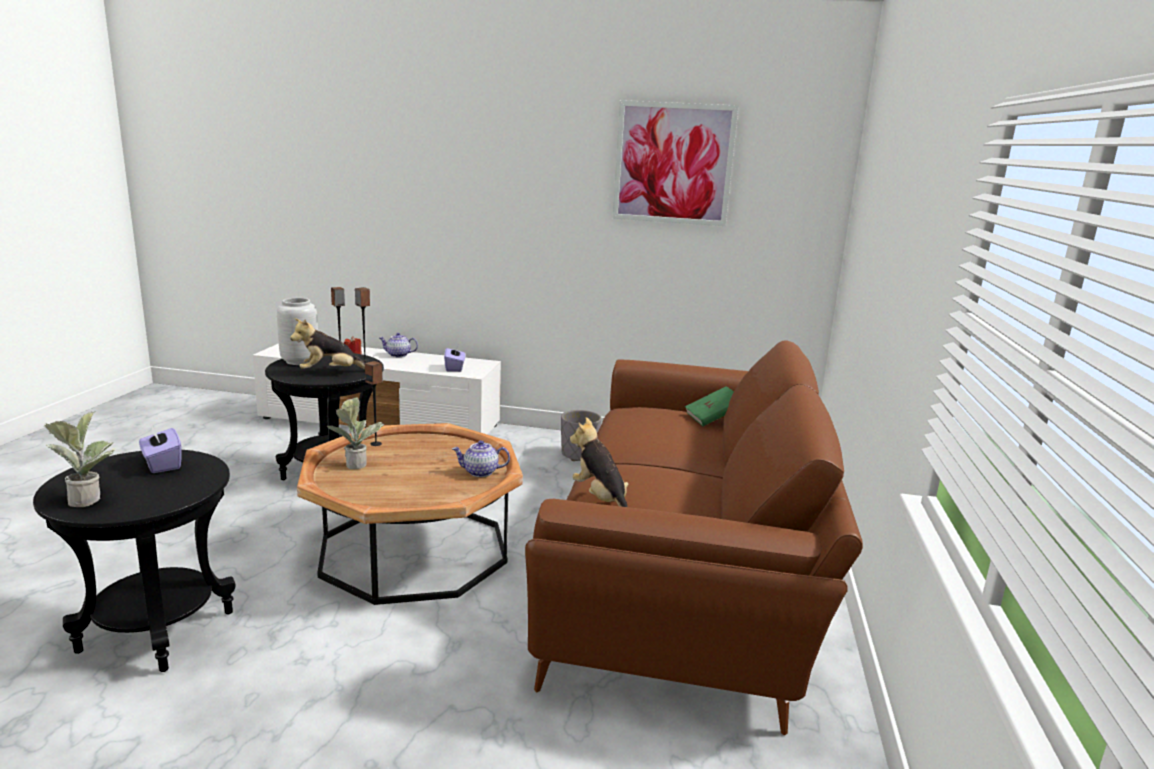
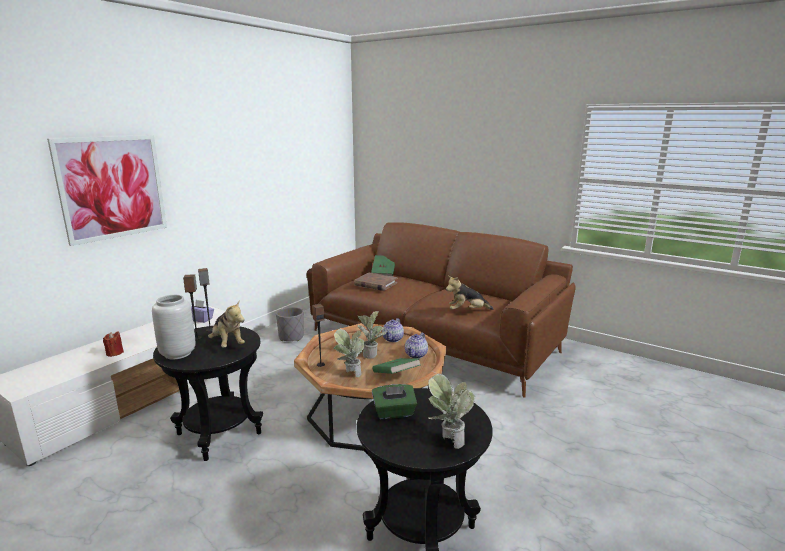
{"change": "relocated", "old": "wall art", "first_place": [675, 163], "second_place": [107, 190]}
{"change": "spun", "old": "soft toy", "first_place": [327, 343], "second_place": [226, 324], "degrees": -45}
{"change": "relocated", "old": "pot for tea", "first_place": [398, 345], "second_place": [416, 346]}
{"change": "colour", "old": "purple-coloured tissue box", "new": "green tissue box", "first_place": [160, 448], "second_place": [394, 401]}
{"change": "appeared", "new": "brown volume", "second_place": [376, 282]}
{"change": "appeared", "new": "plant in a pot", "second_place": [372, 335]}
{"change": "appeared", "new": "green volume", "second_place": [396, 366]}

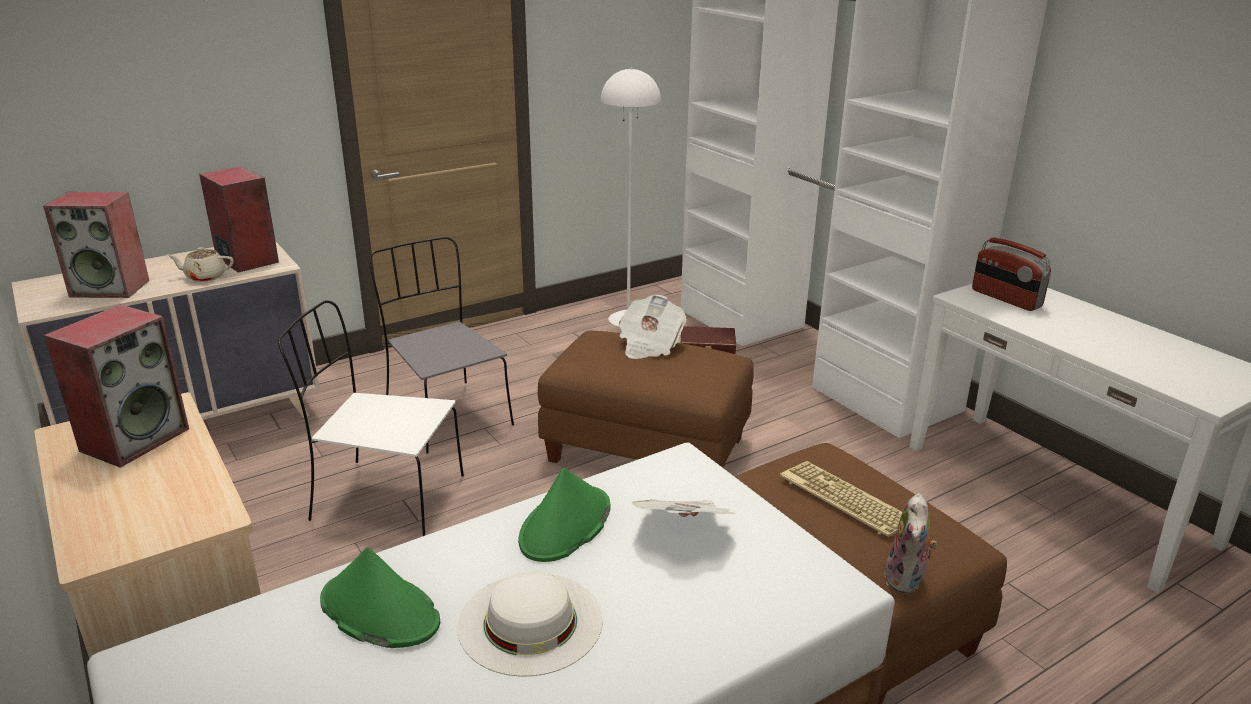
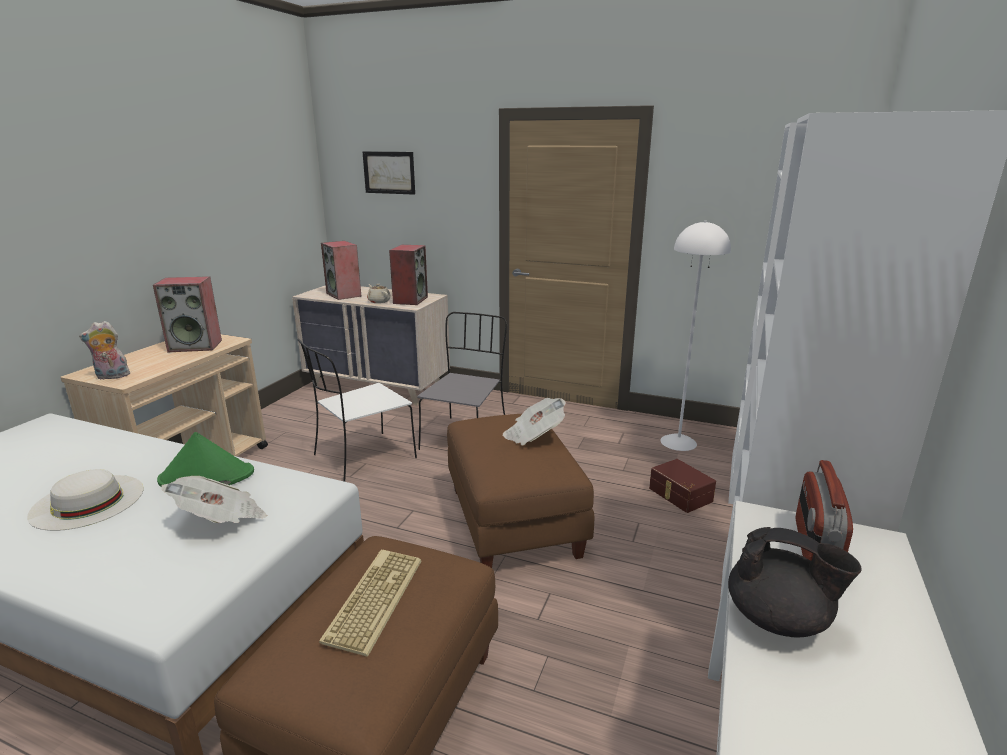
{"change": "spun", "old": "whitish chair", "first_place": [371, 418], "second_place": [357, 410], "degrees": -105}
{"change": "relocated", "old": "soft toy", "first_place": [911, 543], "second_place": [104, 350]}
{"change": "missing", "old": "green hat", "first_place": [380, 597]}
{"change": "appeared", "new": "wall art", "second_place": [388, 173]}
{"change": "appeared", "new": "black-coloured pot for tea", "second_place": [795, 582]}

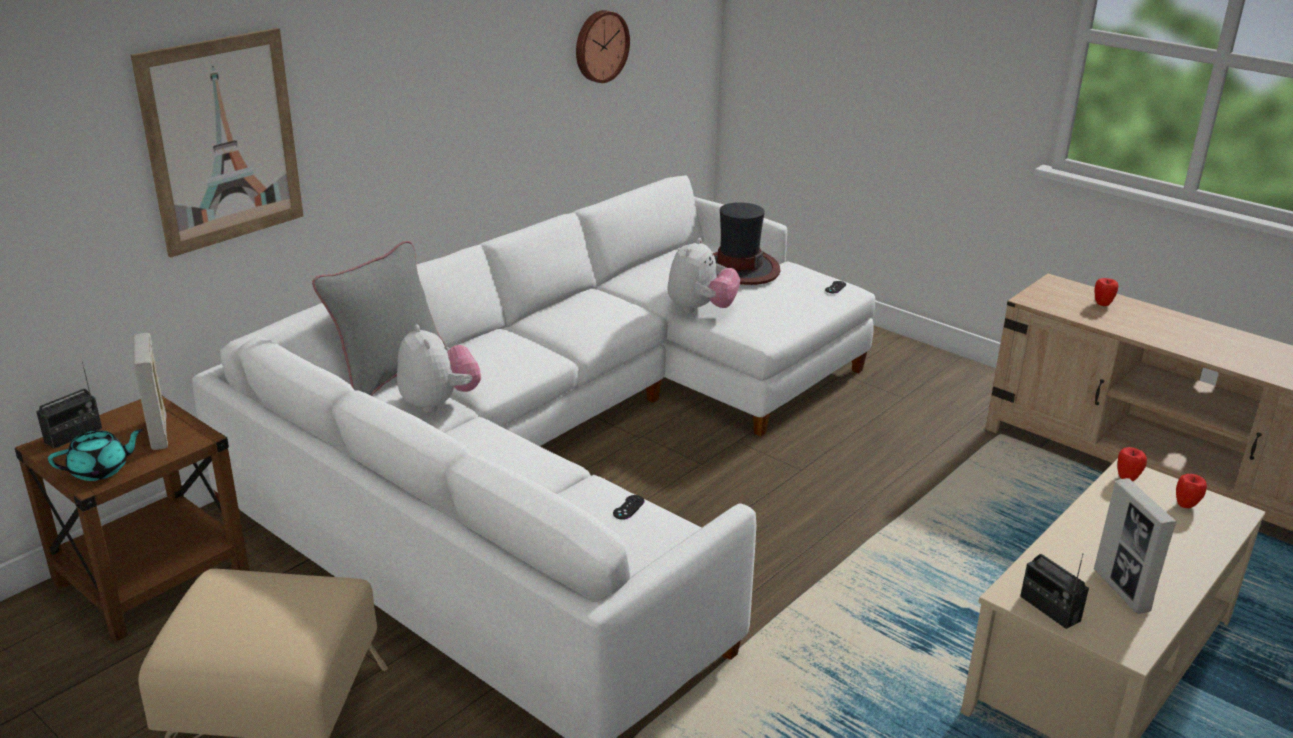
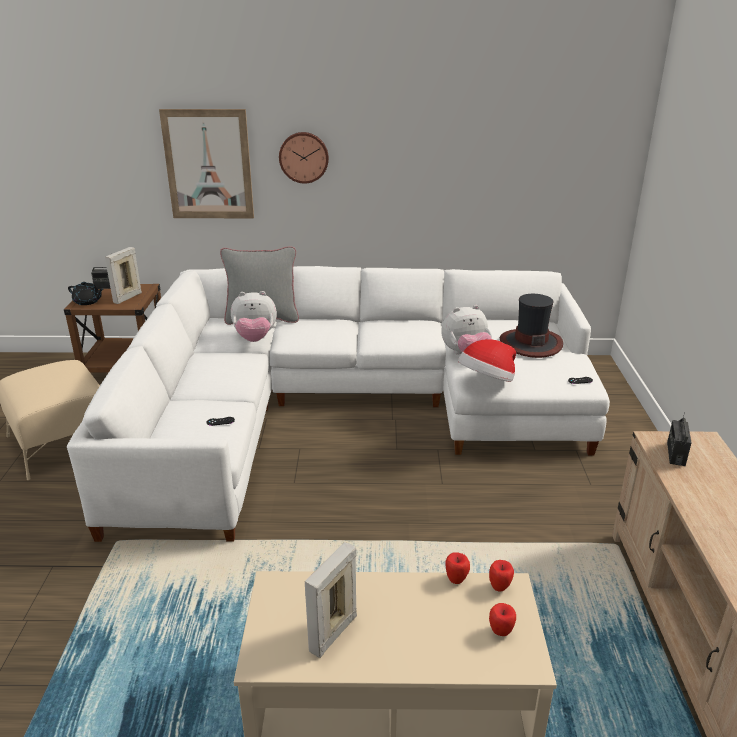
{"change": "relocated", "old": "wall clock", "first_place": [603, 46], "second_place": [304, 158]}
{"change": "relocated", "old": "apple fruit", "first_place": [1106, 292], "second_place": [457, 568]}
{"change": "spun", "old": "soft toy", "first_place": [439, 369], "second_place": [254, 316], "degrees": 60}
{"change": "colour", "old": "blue-green pot for tea", "new": "black-coloured pot for tea", "first_place": [95, 455], "second_place": [86, 293]}
{"change": "relocated", "old": "radio receiver", "first_place": [1054, 591], "second_place": [679, 439]}
{"change": "appeared", "new": "hat", "second_place": [487, 360]}

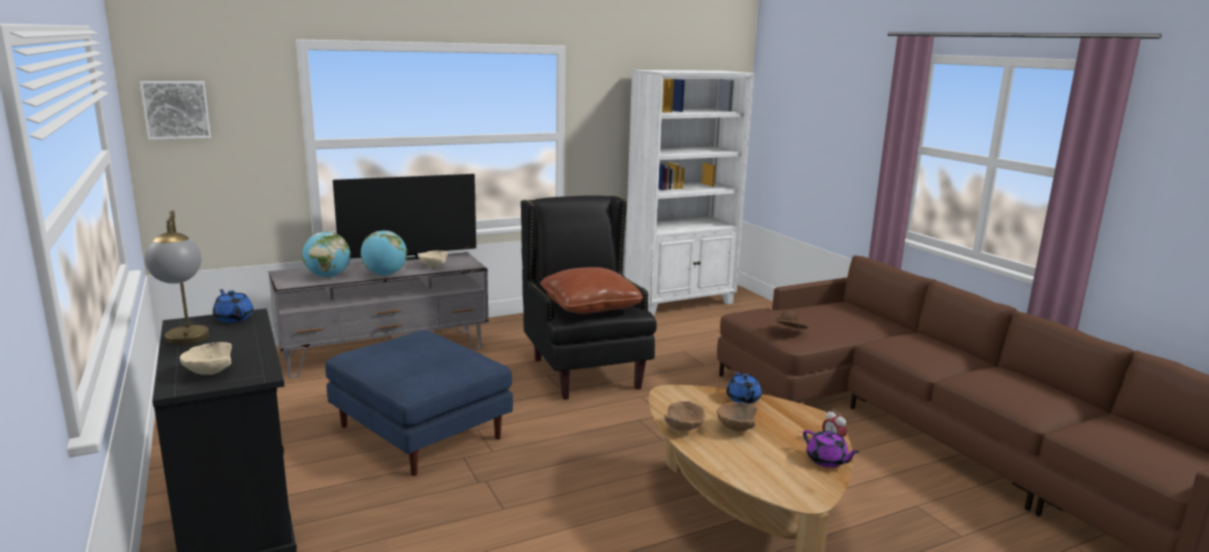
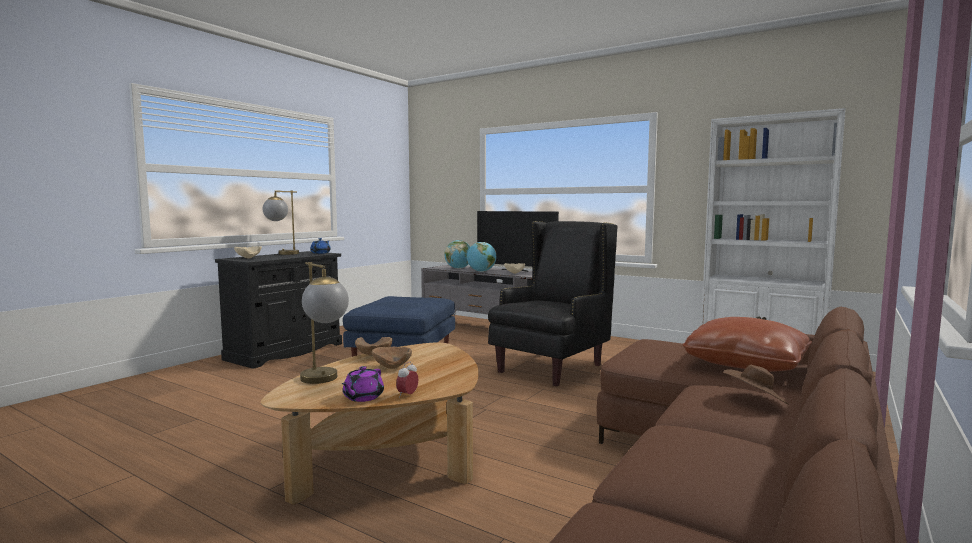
{"change": "missing", "old": "wall art", "first_place": [175, 110]}
{"change": "relocated", "old": "brown throw pillow", "first_place": [591, 290], "second_place": [747, 344]}
{"change": "relocated", "old": "brown hat", "first_place": [788, 319], "second_place": [756, 385]}
{"change": "missing", "old": "bluish pot for tea", "first_place": [744, 388]}
{"change": "appeared", "new": "lamp for a table", "second_place": [324, 323]}

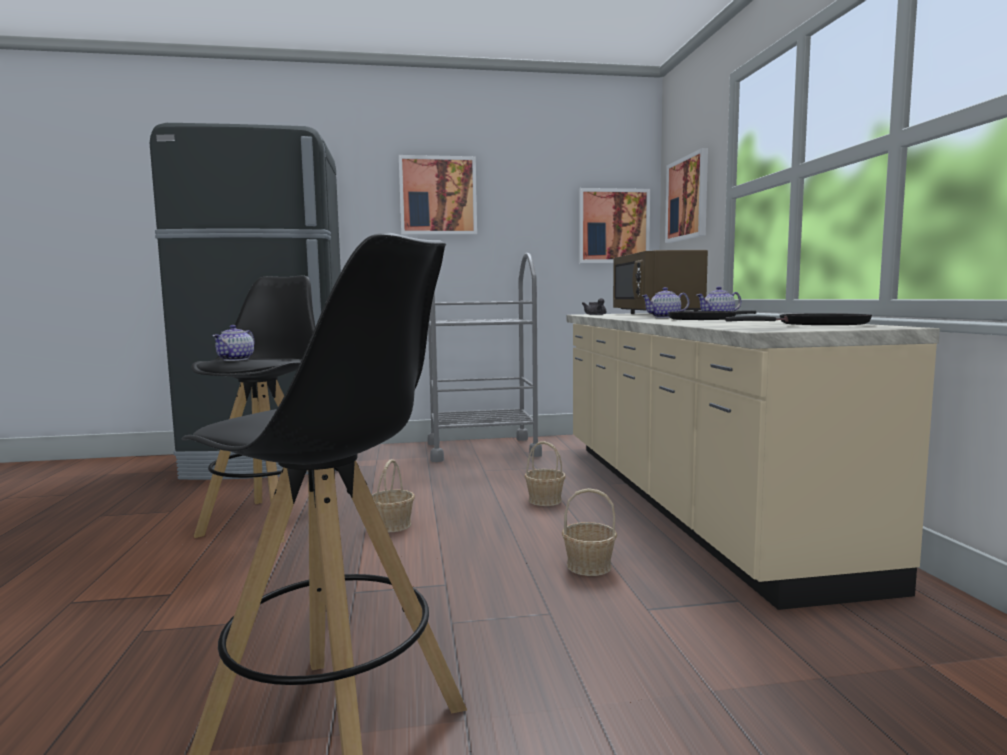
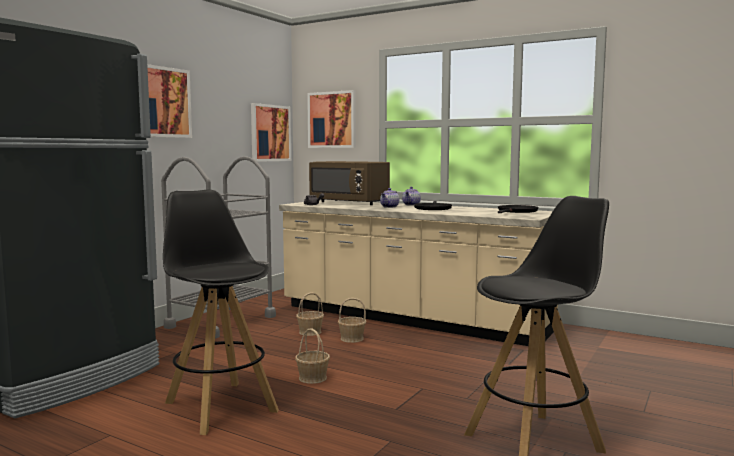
{"change": "missing", "old": "pot for tea", "first_place": [234, 343]}
{"change": "relocated", "old": "household basket", "first_place": [589, 532], "second_place": [310, 314]}

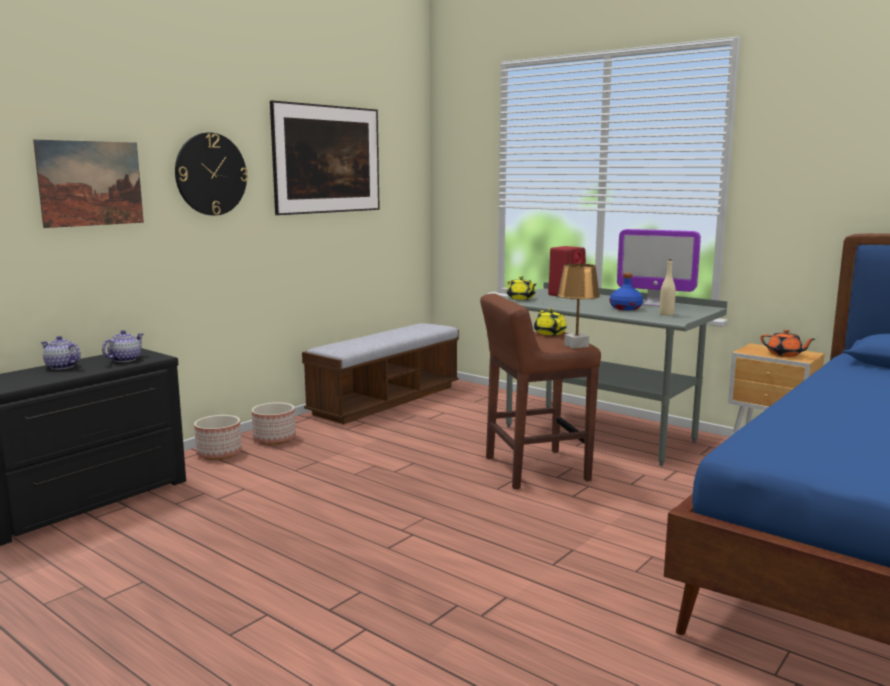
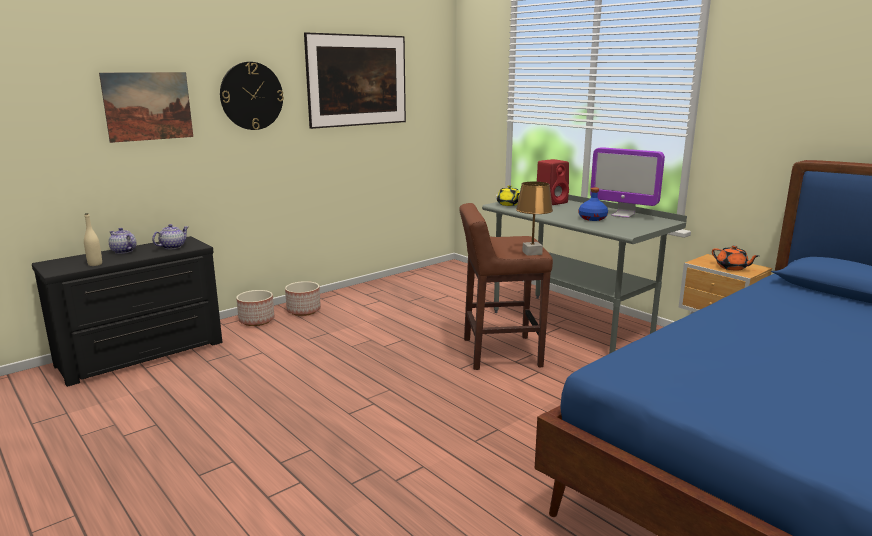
{"change": "relocated", "old": "sand-coloured bottle", "first_place": [668, 287], "second_place": [93, 239]}
{"change": "missing", "old": "yellowish pot for tea", "first_place": [550, 321]}
{"change": "missing", "old": "indoor bench", "first_place": [380, 373]}

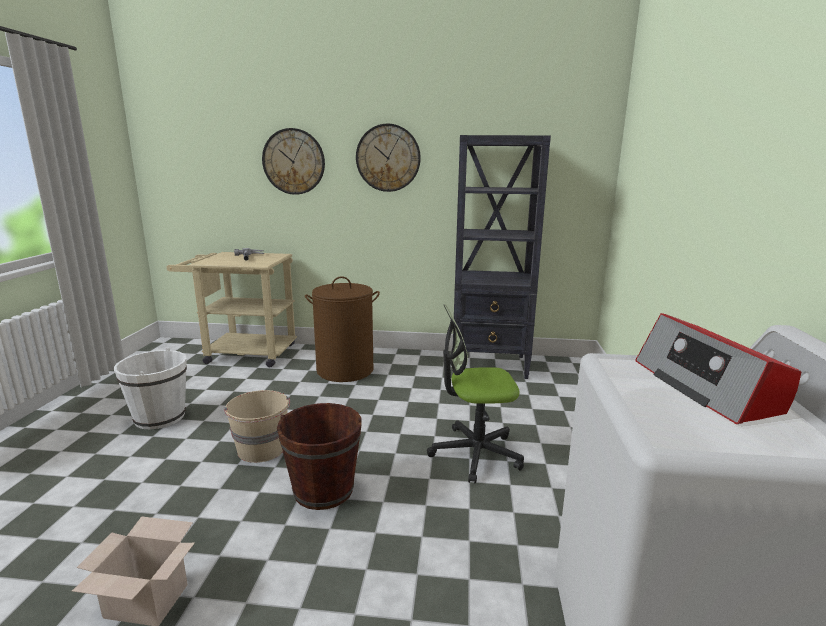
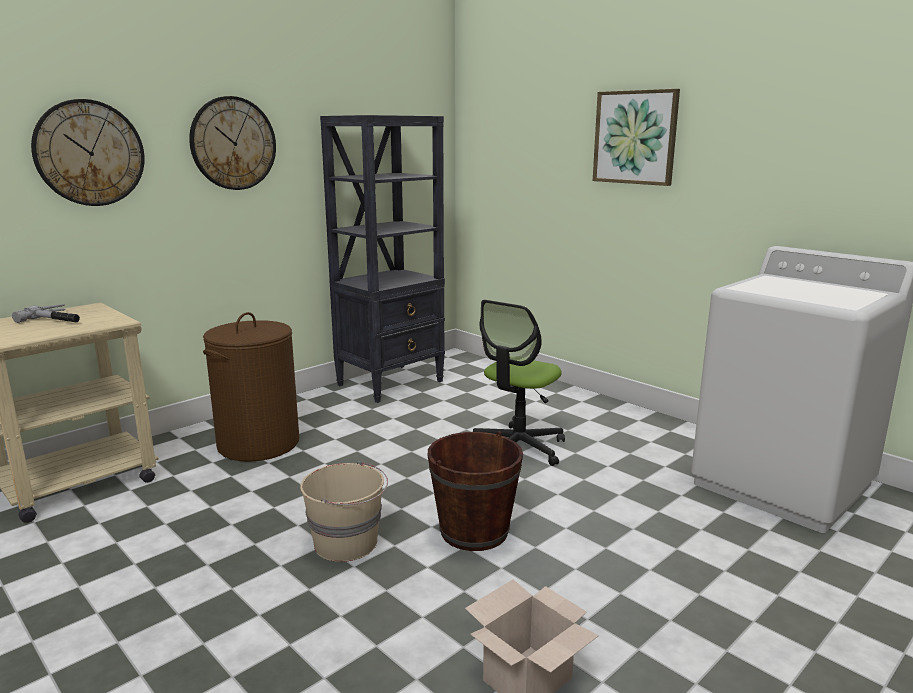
{"change": "missing", "old": "radio receiver", "first_place": [718, 368]}
{"change": "missing", "old": "whitish pail", "first_place": [150, 388]}
{"change": "appeared", "new": "wall art", "second_place": [636, 137]}

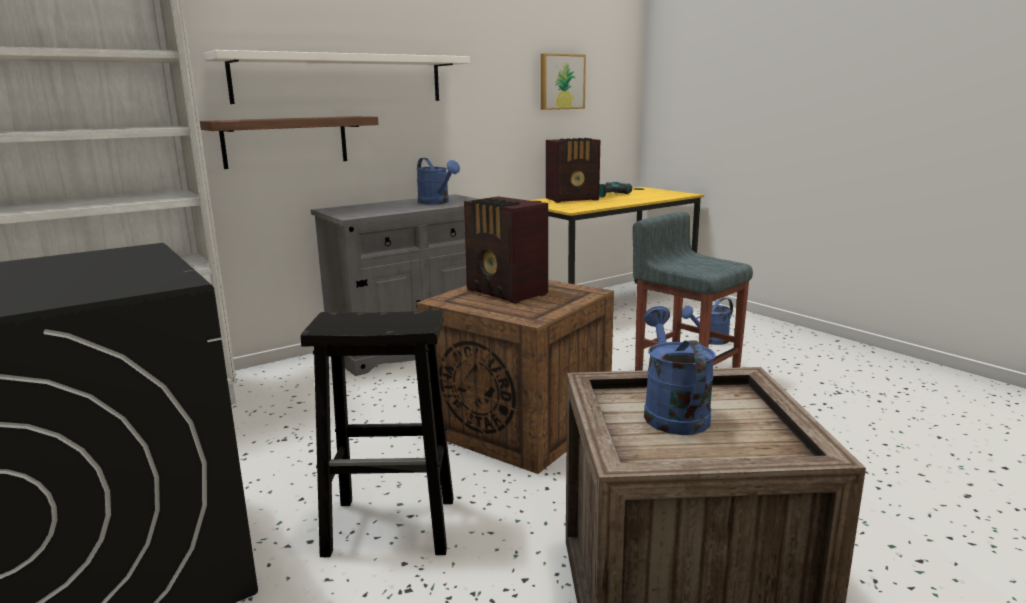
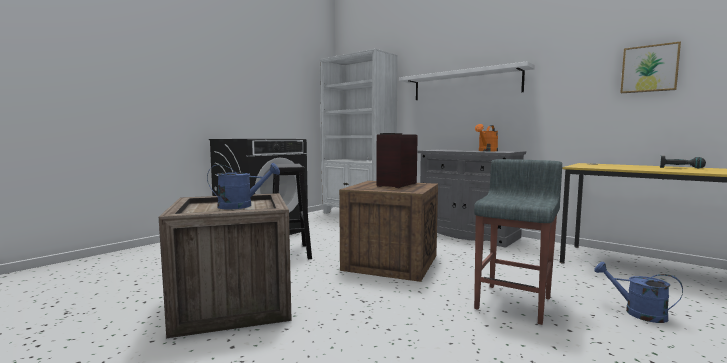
{"change": "missing", "old": "bracket shelf", "first_place": [289, 142]}
{"change": "missing", "old": "radio receiver", "first_place": [573, 170]}
{"change": "colour", "old": "bluish watering pot", "new": "orange-coloured watering pot", "first_place": [438, 181], "second_place": [486, 137]}

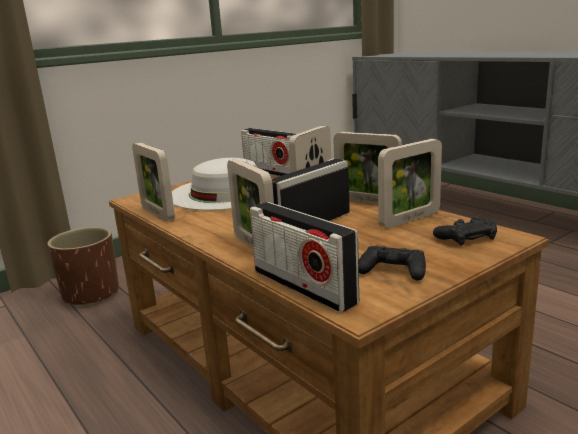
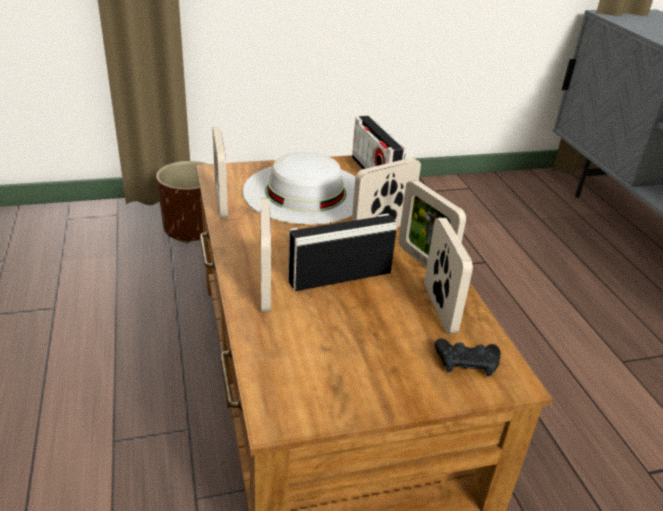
{"change": "spun", "old": "standing frame", "first_place": [410, 183], "second_place": [449, 276], "degrees": -90}
{"change": "missing", "old": "radio receiver", "first_place": [304, 257]}
{"change": "missing", "old": "black-coloured joypad", "first_place": [392, 263]}

